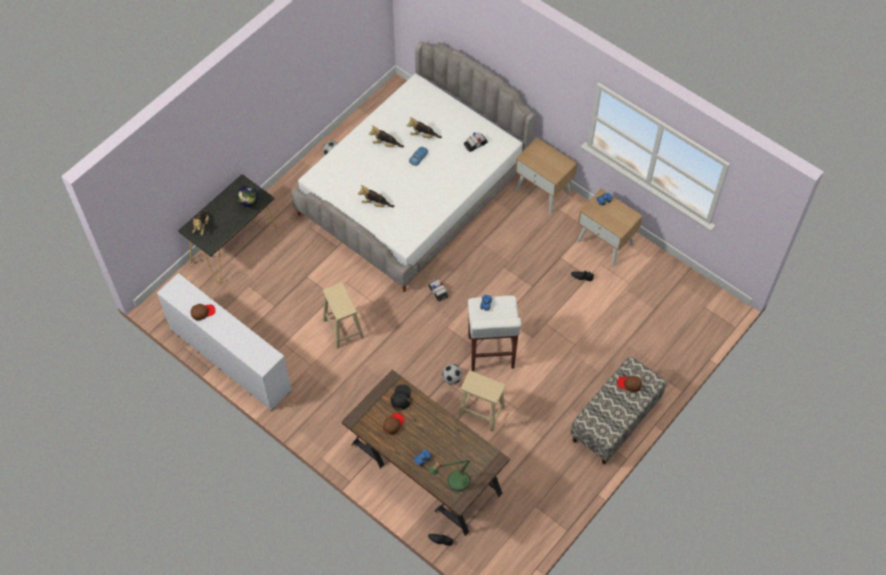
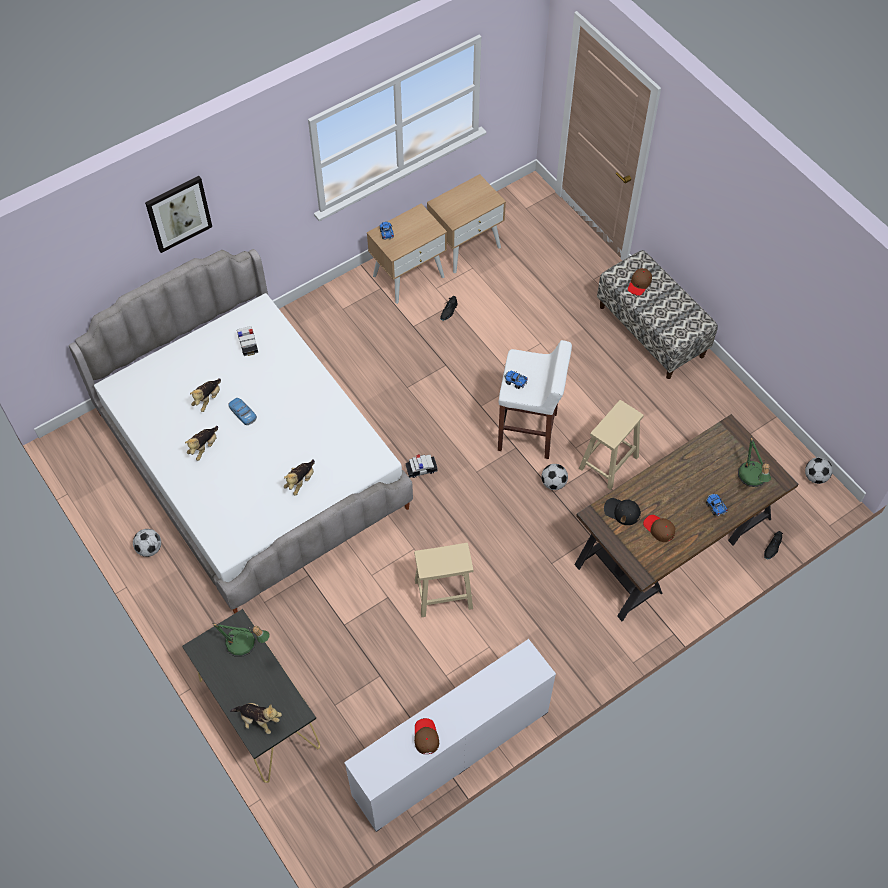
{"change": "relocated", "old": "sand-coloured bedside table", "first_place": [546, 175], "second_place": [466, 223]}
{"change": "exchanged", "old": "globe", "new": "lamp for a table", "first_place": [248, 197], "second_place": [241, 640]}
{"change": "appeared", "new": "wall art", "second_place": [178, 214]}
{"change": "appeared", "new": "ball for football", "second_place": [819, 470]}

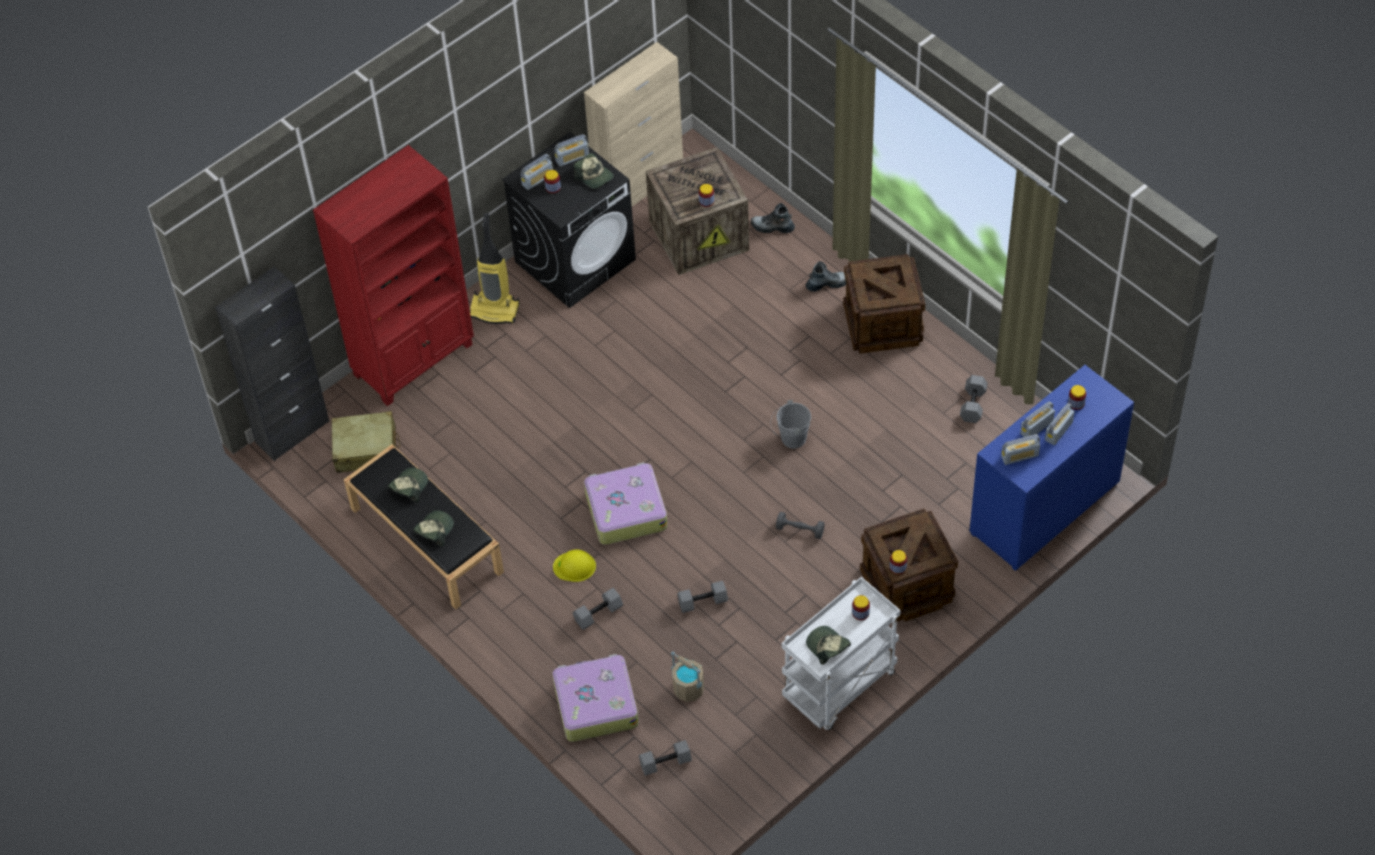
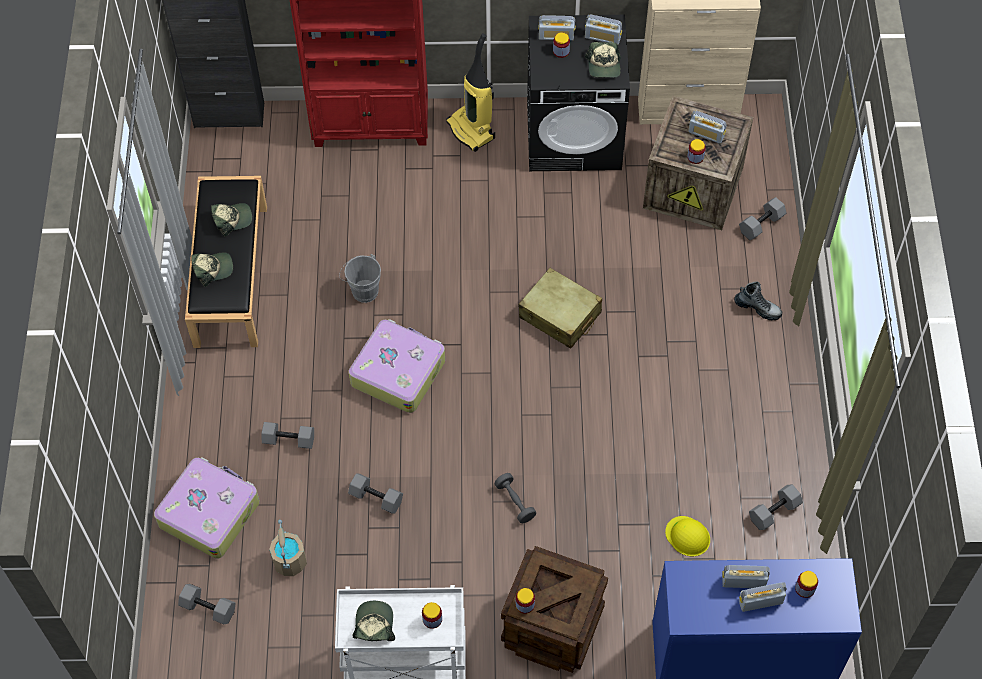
{"change": "exchanged", "old": "boot", "new": "greyish hand weight", "first_place": [773, 218], "second_place": [763, 218]}
{"change": "missing", "old": "shipping crate", "first_place": [884, 304]}
{"change": "relocated", "old": "greyish pail", "first_place": [791, 424], "second_place": [360, 278]}
{"change": "relocated", "old": "sand-coloured piece of luggage", "first_place": [365, 442], "second_place": [560, 308]}
{"change": "relocated", "old": "radio receiver", "first_place": [1020, 449], "second_place": [707, 127]}
{"change": "relocated", "old": "yellowish hard hat", "first_place": [574, 565], "second_place": [687, 536]}

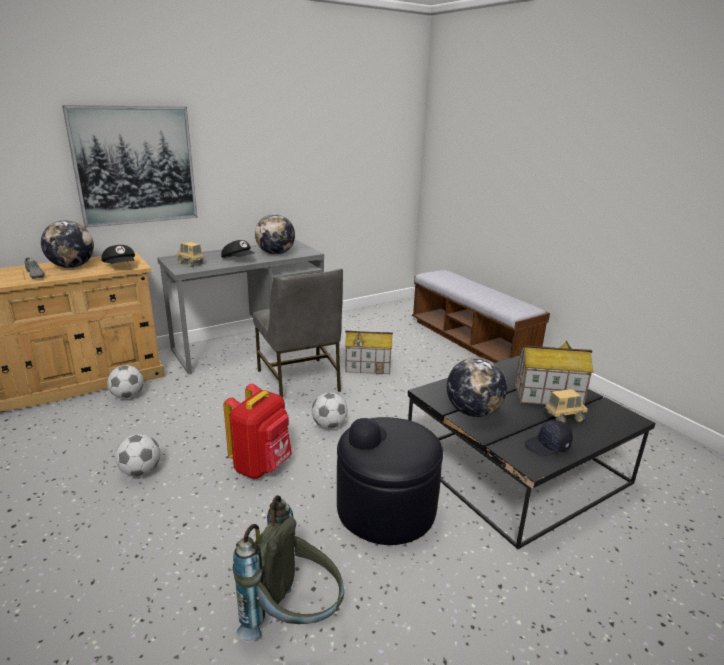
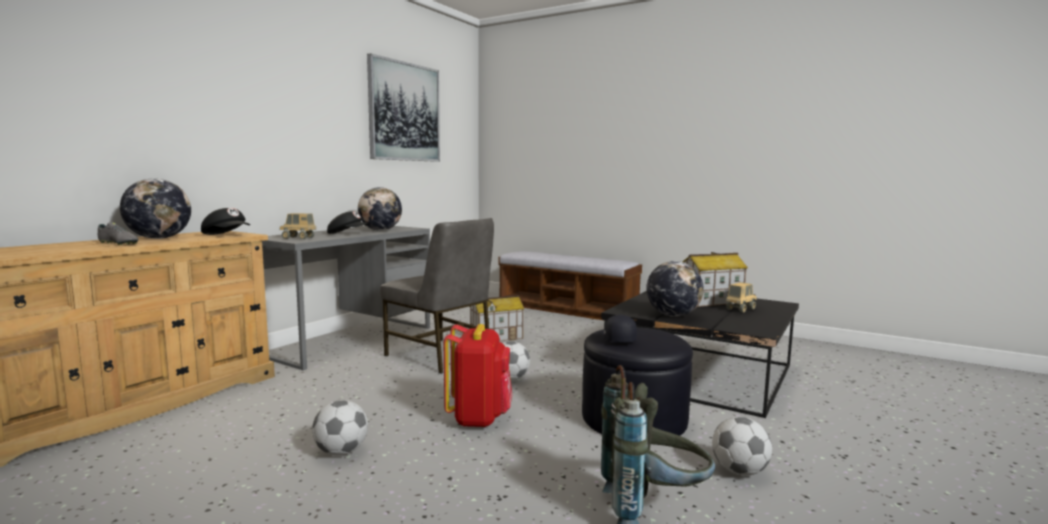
{"change": "relocated", "old": "wall art", "first_place": [130, 166], "second_place": [403, 107]}
{"change": "relocated", "old": "ball for football", "first_place": [125, 382], "second_place": [742, 446]}
{"change": "missing", "old": "black-coloured cap", "first_place": [549, 438]}

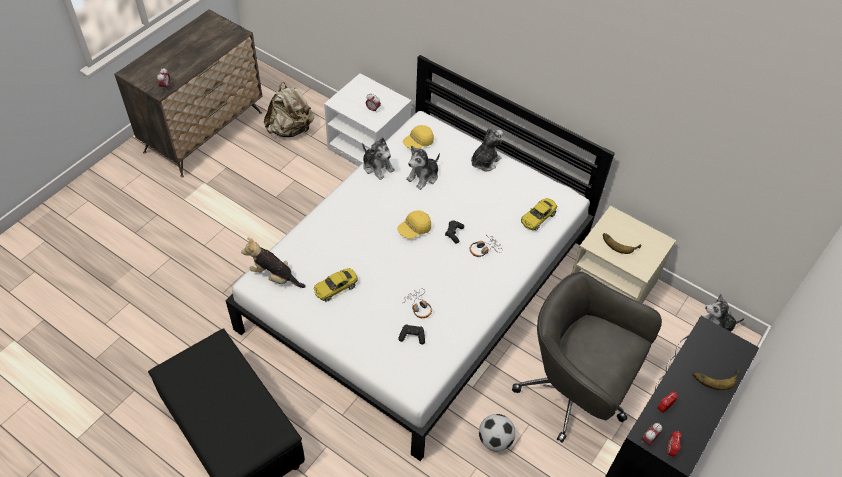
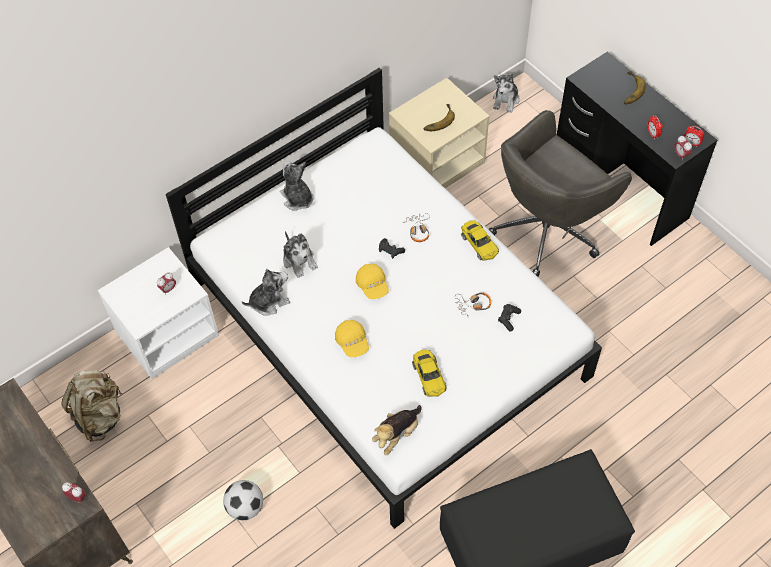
{"change": "relocated", "old": "yellowish cap", "first_place": [418, 137], "second_place": [352, 338]}
{"change": "relocated", "old": "yellowish miniature car", "first_place": [539, 214], "second_place": [480, 240]}
{"change": "relocated", "old": "ball for football", "first_place": [497, 432], "second_place": [243, 500]}

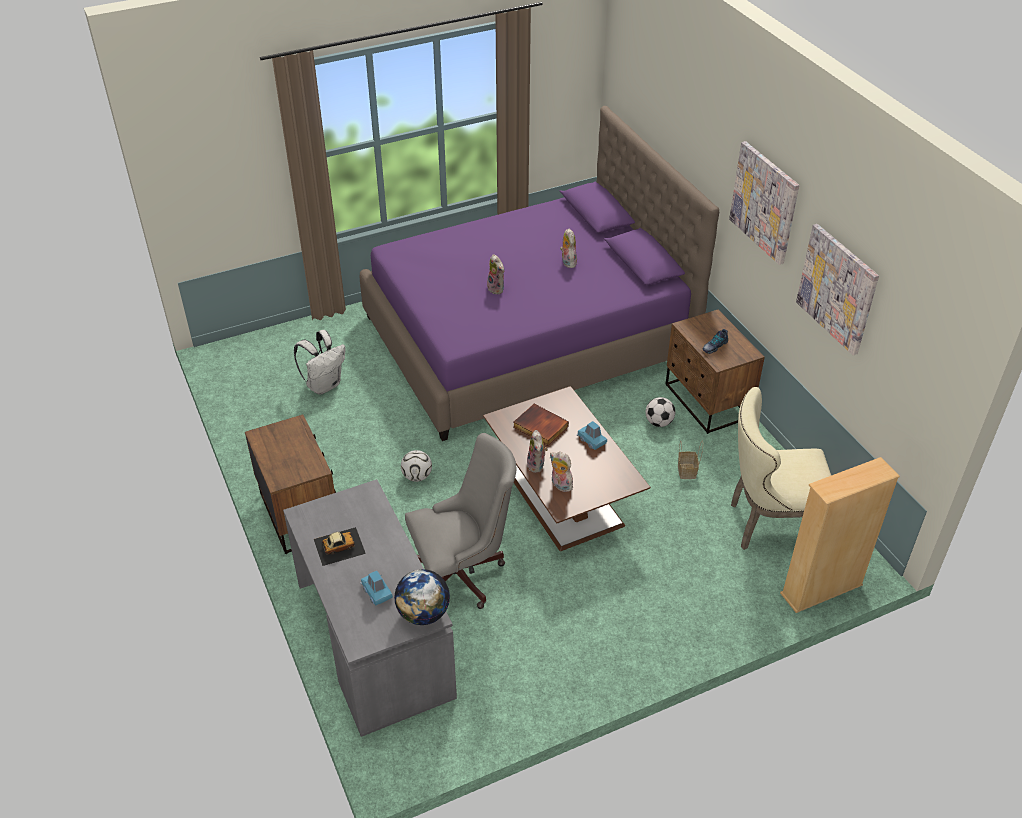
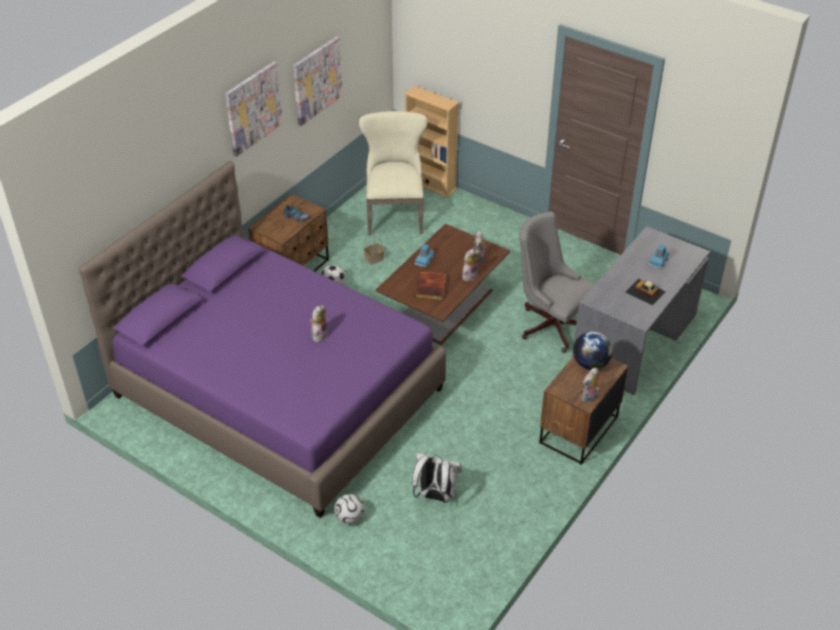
{"change": "relocated", "old": "soft toy", "first_place": [568, 248], "second_place": [589, 385]}
{"change": "spun", "old": "sand-coloured chair", "first_place": [781, 468], "second_place": [393, 173], "degrees": -150}
{"change": "relocated", "old": "ball for football", "first_place": [416, 466], "second_place": [349, 509]}
{"change": "relocated", "old": "globe", "first_place": [422, 597], "second_place": [593, 350]}

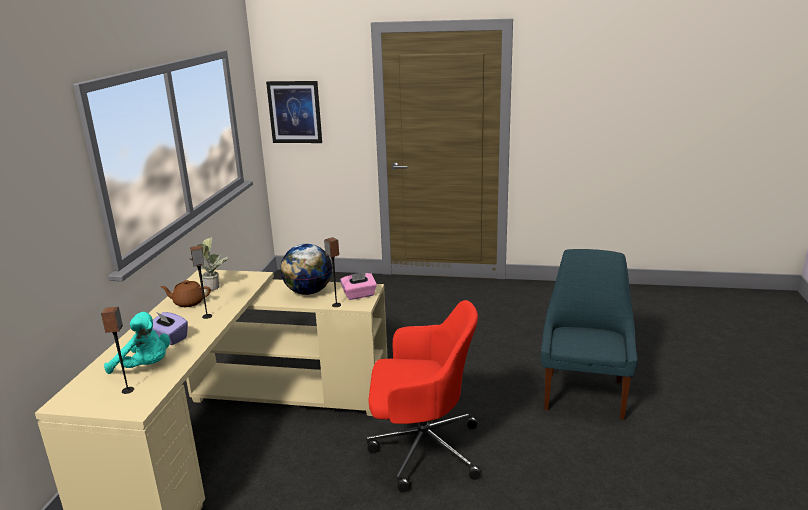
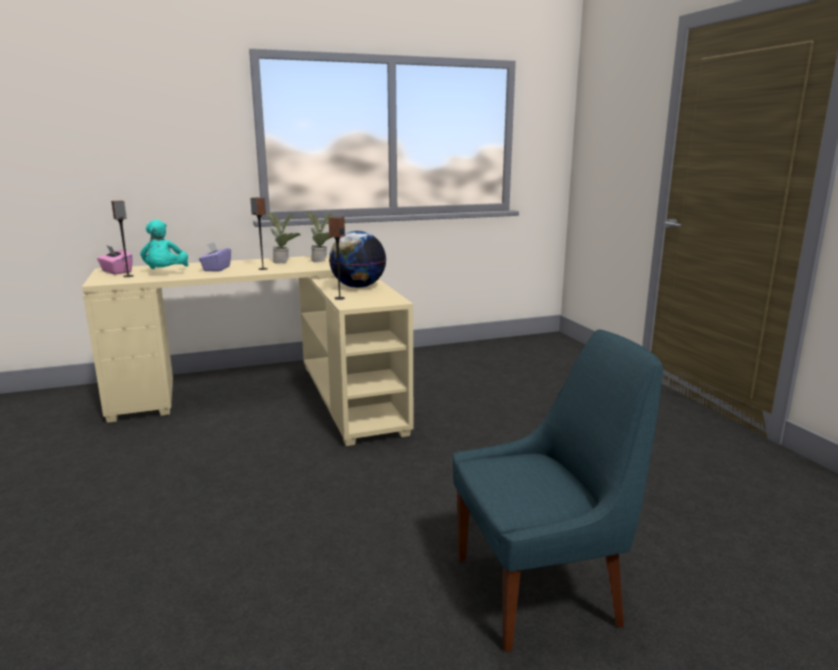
{"change": "missing", "old": "wall art", "first_place": [294, 112]}
{"change": "relocated", "old": "pink tissue box", "first_place": [358, 286], "second_place": [115, 260]}
{"change": "exchanged", "old": "brown pot for tea", "new": "plant in a pot", "first_place": [185, 293], "second_place": [283, 238]}
{"change": "missing", "old": "red-coloured computer chair", "first_place": [423, 396]}

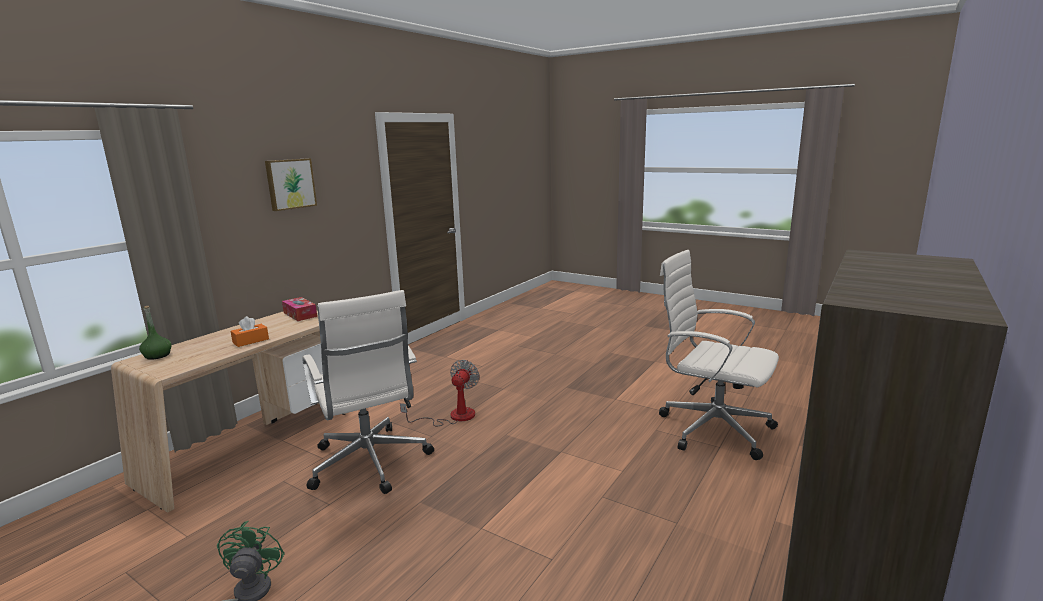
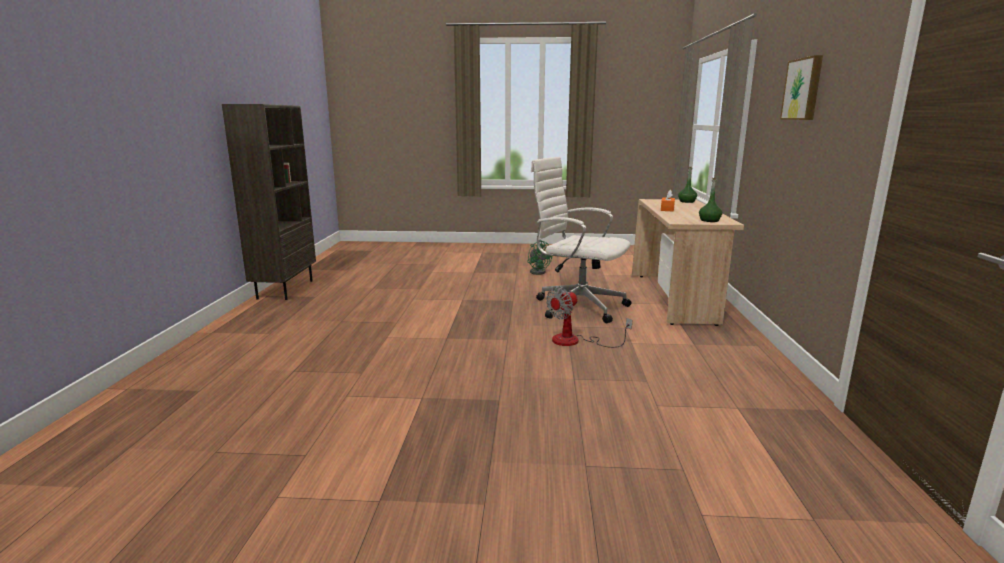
{"change": "missing", "old": "whitish computer chair", "first_place": [719, 355]}
{"change": "exchanged", "old": "tissue box", "new": "green bottle", "first_place": [299, 309], "second_place": [711, 200]}
{"change": "spun", "old": "electric fan", "first_place": [439, 393], "second_place": [589, 317], "degrees": 60}

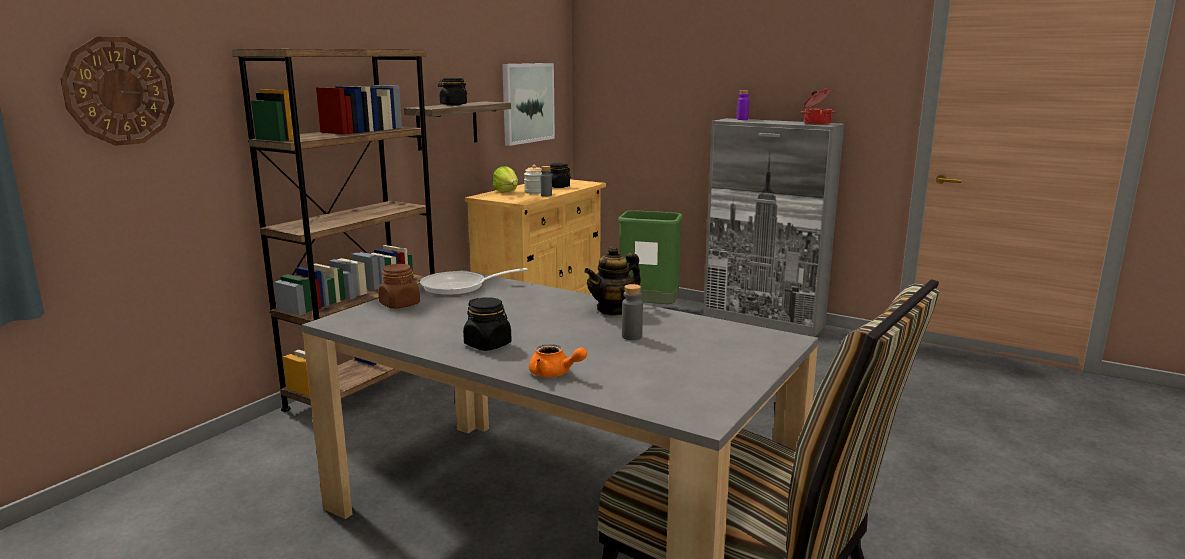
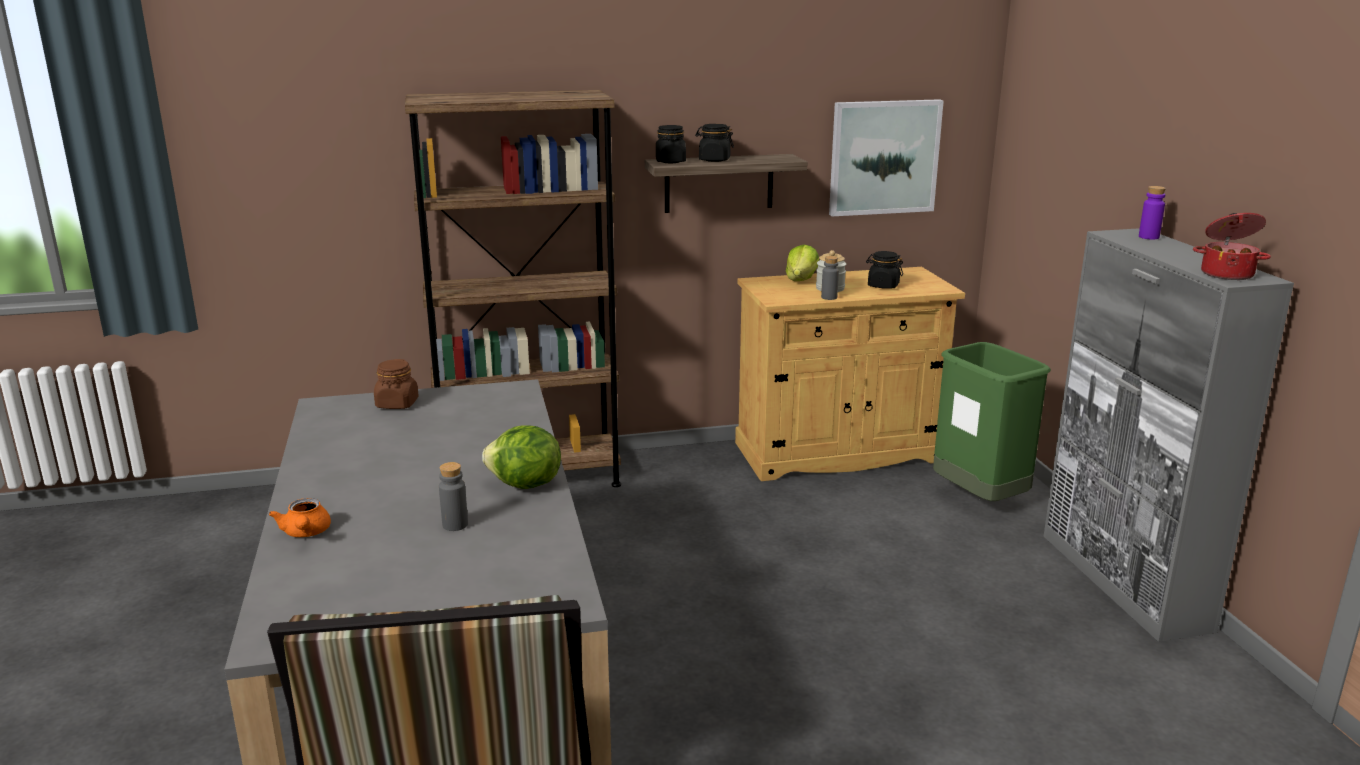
{"change": "missing", "old": "wall clock", "first_place": [117, 91]}
{"change": "exchanged", "old": "pot for tea", "new": "lettuce", "first_place": [612, 281], "second_place": [521, 457]}
{"change": "missing", "old": "skillet", "first_place": [474, 282]}
{"change": "relocated", "old": "black-coloured preserve jar", "first_place": [487, 324], "second_place": [671, 144]}

